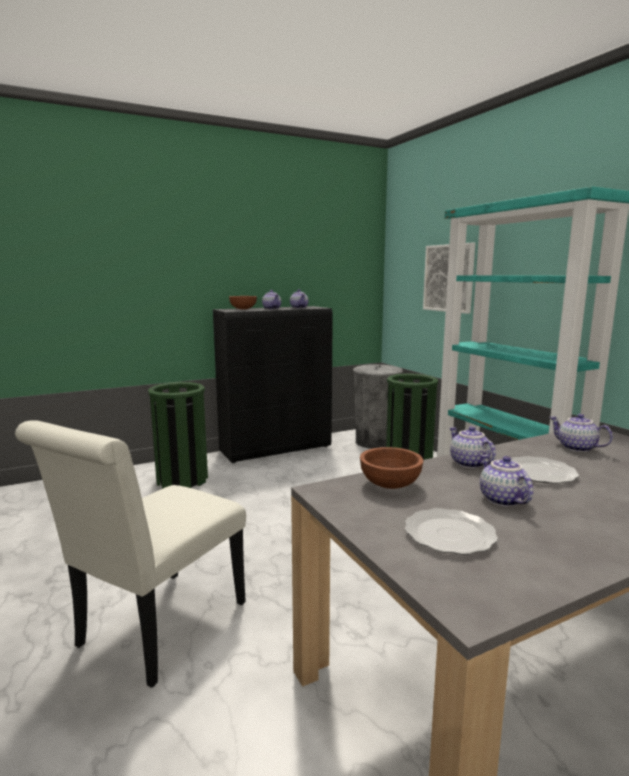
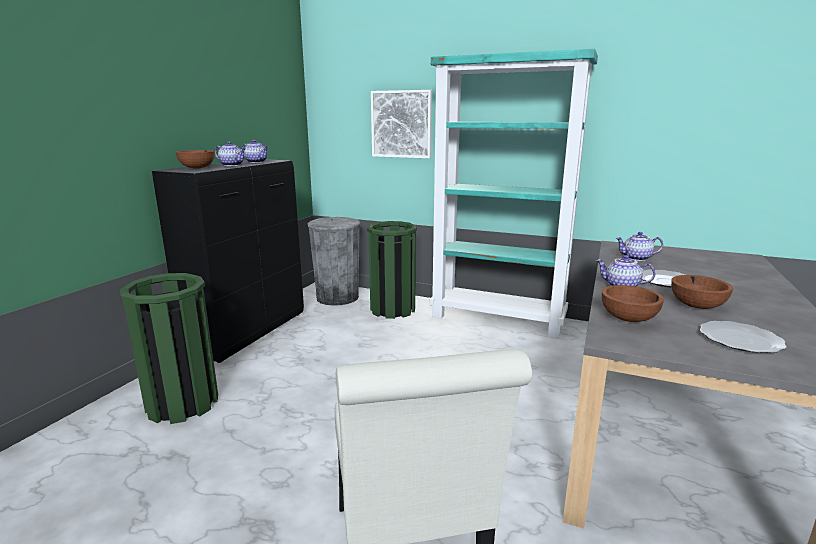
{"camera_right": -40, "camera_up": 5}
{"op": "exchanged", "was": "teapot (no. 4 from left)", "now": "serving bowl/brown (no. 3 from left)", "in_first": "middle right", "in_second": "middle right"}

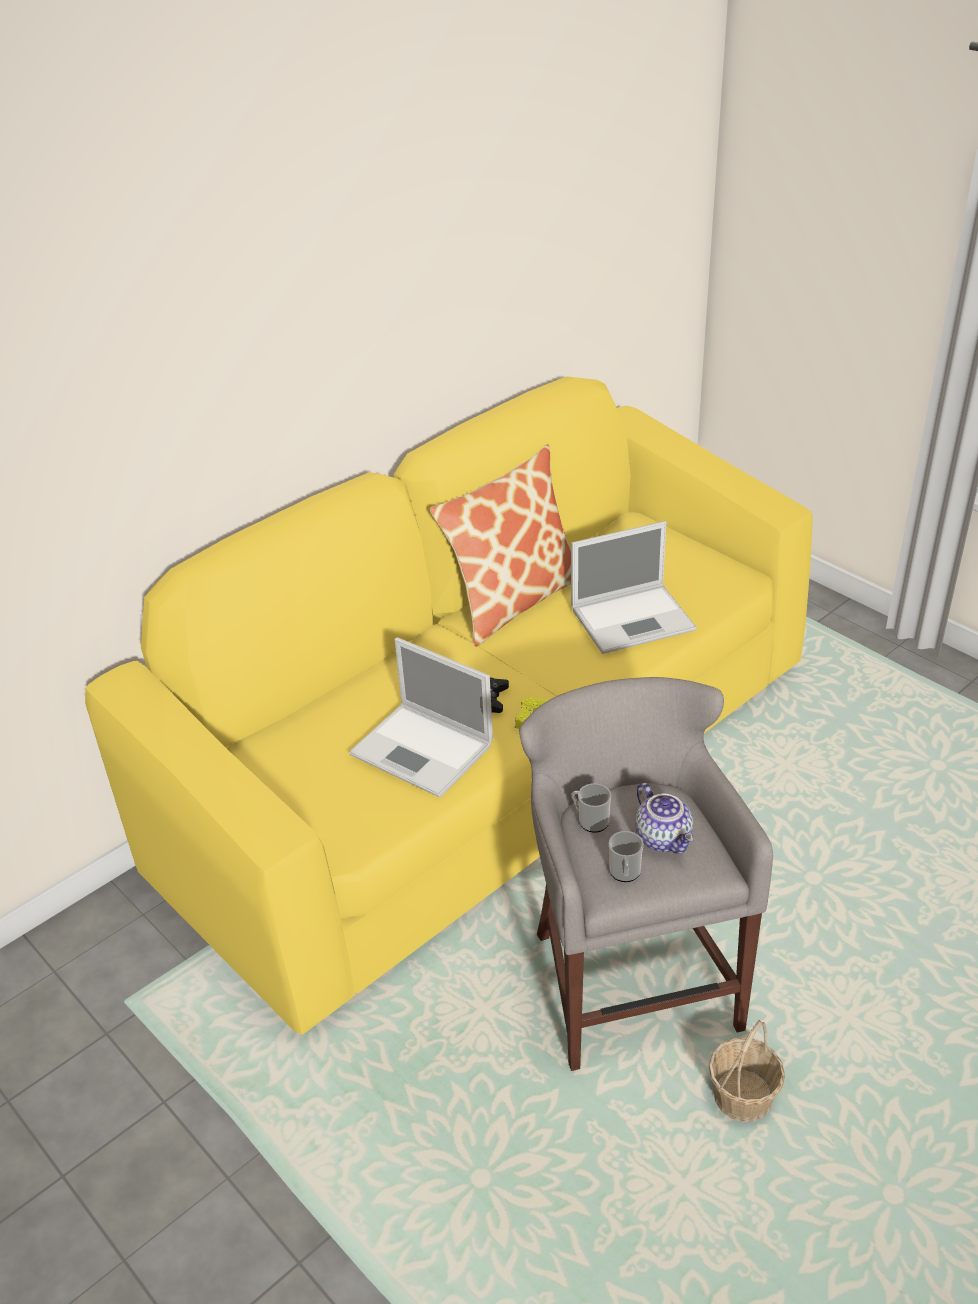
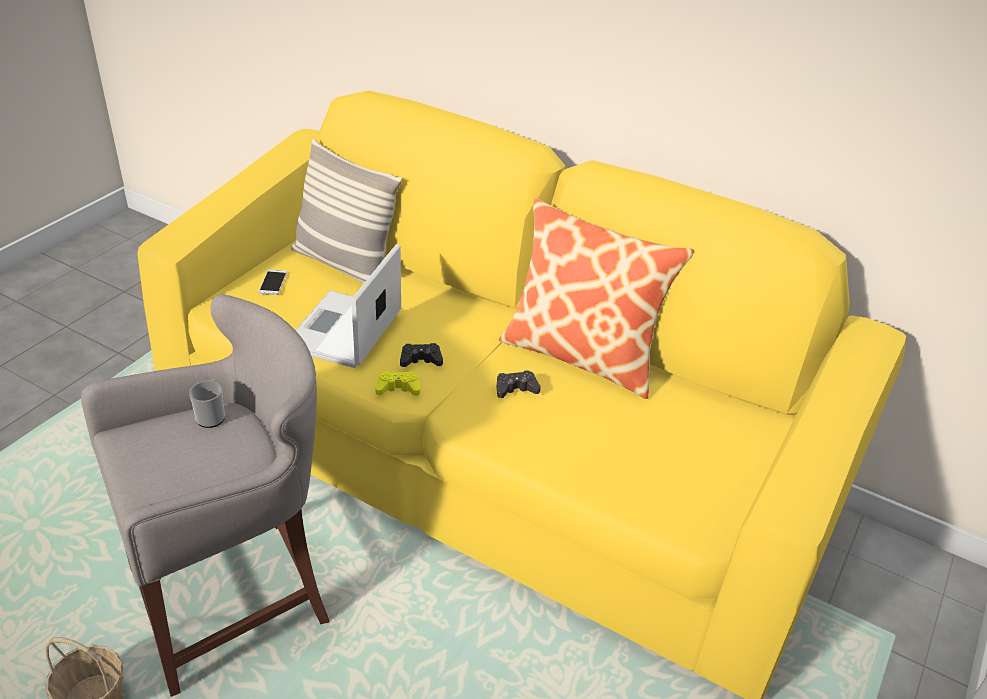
{"camera_right": 70, "camera_up": 0}
{"op": "missing", "was": "notebook computer (no. 2 from left)", "in_first": "centre"}
{"op": "missing", "was": "tea mug (no. 2 from left)", "in_first": "centre"}
{"op": "missing", "was": "teapot", "in_first": "middle right"}
{"op": "appeared", "now": "handset", "in_second": "middle left"}
{"op": "appeared", "now": "cushion (no. 1 from left)", "in_second": "top centre"}
{"op": "appeared", "now": "game controller/black-coloured (no. 2 from left)", "in_second": "centre"}

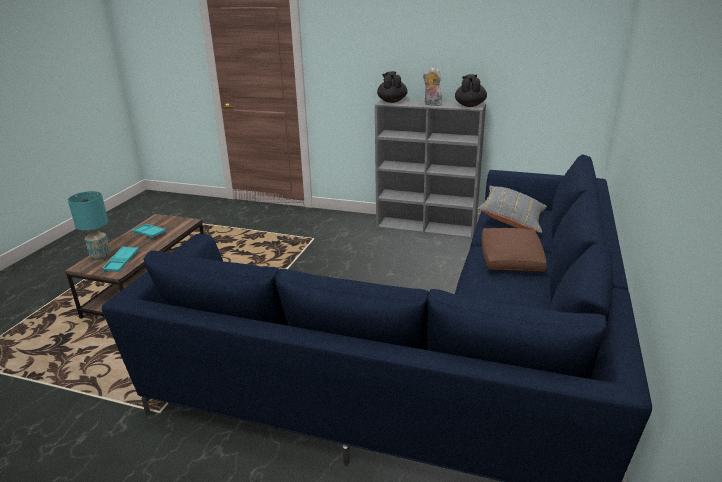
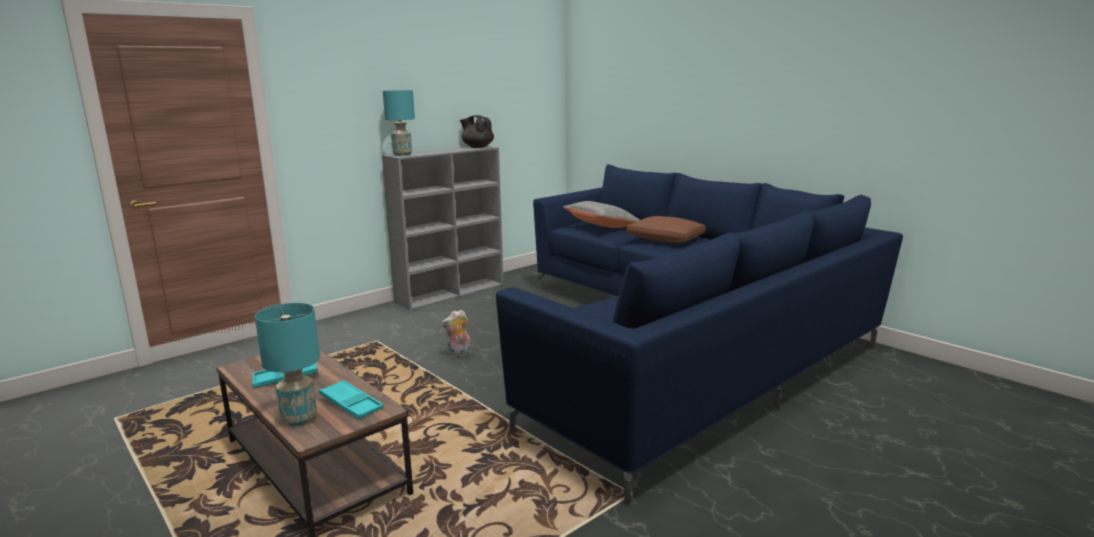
{"camera_right": -60, "camera_up": -10}
{"op": "relocated", "was": "soft toy", "in_first": "top centre", "in_second": "centre"}
{"op": "exchanged", "was": "teapot/black-coloured (no. 1 from left)", "now": "lamp for a table/turquoise (no. 2 from left)", "in_first": "top centre", "in_second": "top centre"}

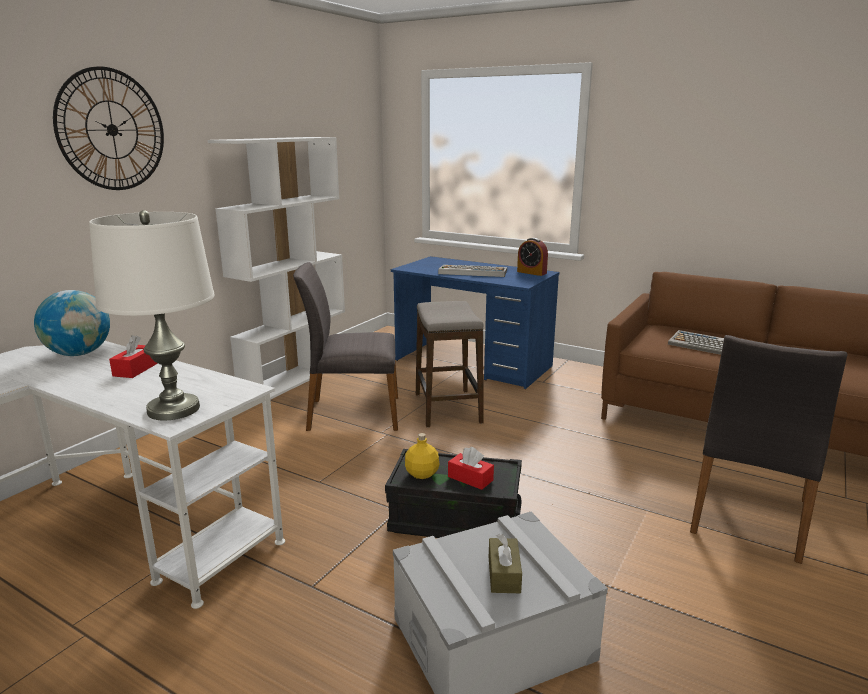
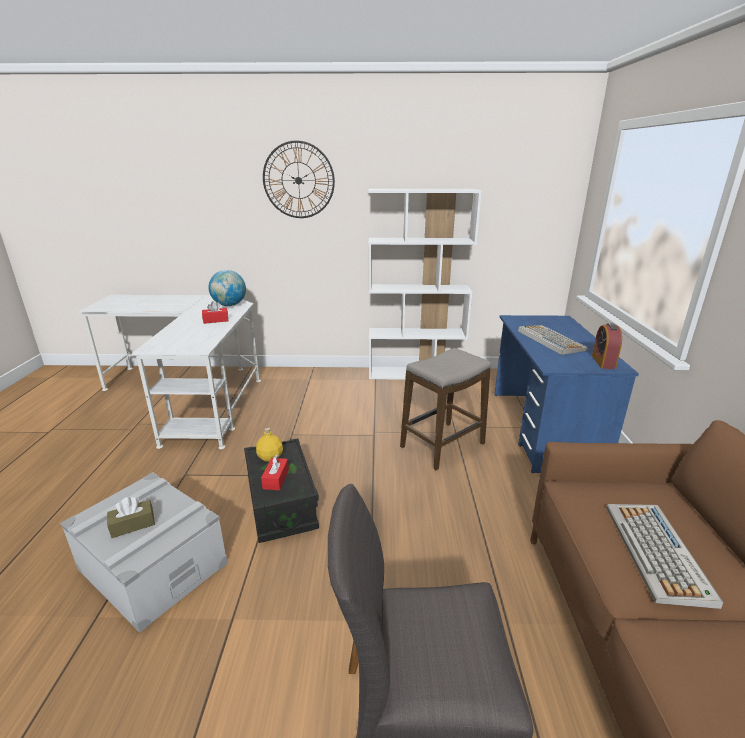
{"camera_right": 60, "camera_up": 5}
{"op": "missing", "was": "lamp for a table/white", "in_first": "middle left"}
{"op": "missing", "was": "plain chair/gray (no. 1 from left)", "in_first": "centre"}

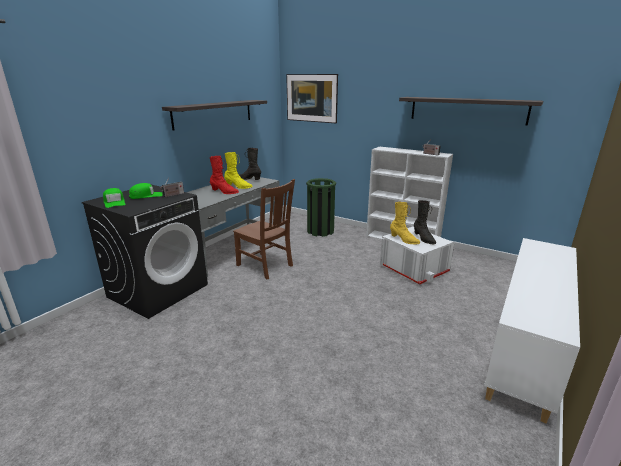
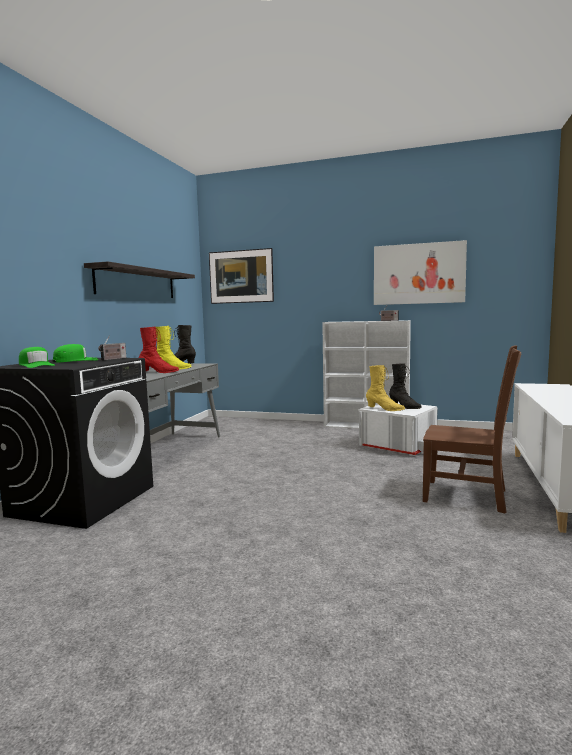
{"camera_right": -15, "camera_up": -15}
{"op": "missing", "was": "waste bin/greenish", "in_first": "centre"}
{"op": "relocated", "was": "plain chair/brown", "in_first": "centre", "in_second": "middle right"}
{"op": "exchanged", "was": "bracket shelf (no. 2 from left)", "now": "picture (no. 2 from left)", "in_first": "top right", "in_second": "middle right"}

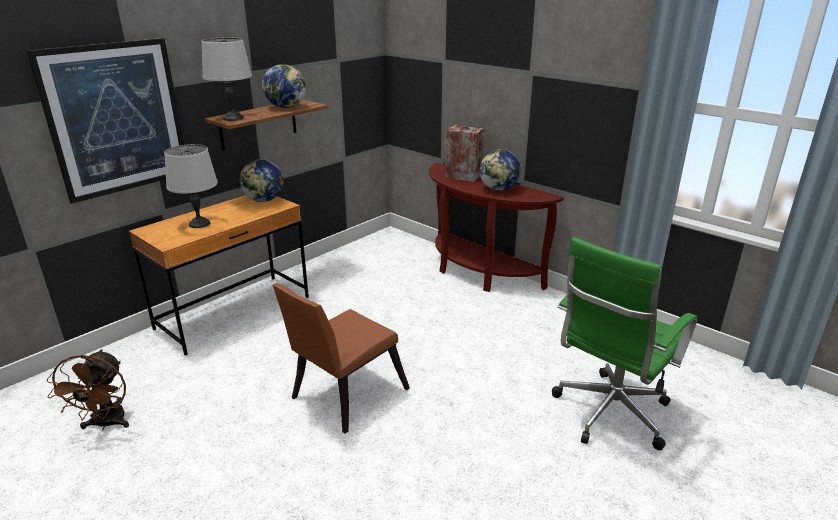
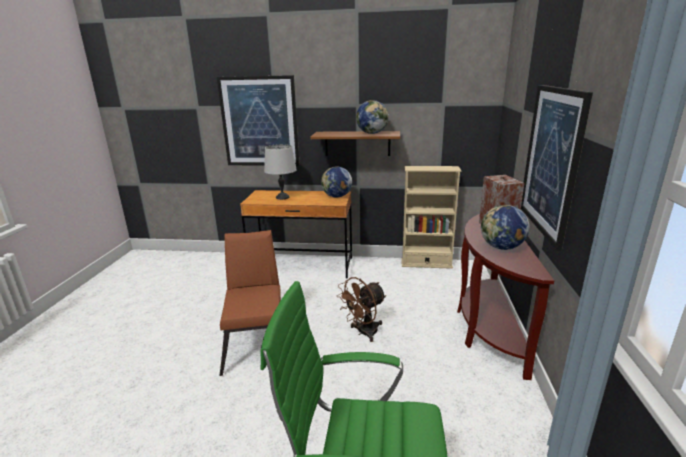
{"camera_right": 55, "camera_up": -5}
{"op": "missing", "was": "lamp for a table/gray (no. 2 from left)", "in_first": "top left"}
{"op": "appeared", "now": "bookcase/beige-coloured", "in_second": "centre"}
{"op": "appeared", "now": "picture (no. 2 from left)", "in_second": "middle right"}
{"op": "relocated", "was": "electric fan/brown", "in_first": "bottom left", "in_second": "bottom centre"}
{"op": "spun", "was": "plain chair/brown", "in_first": "bottom centre", "in_second": "centre", "clockwise": 75}

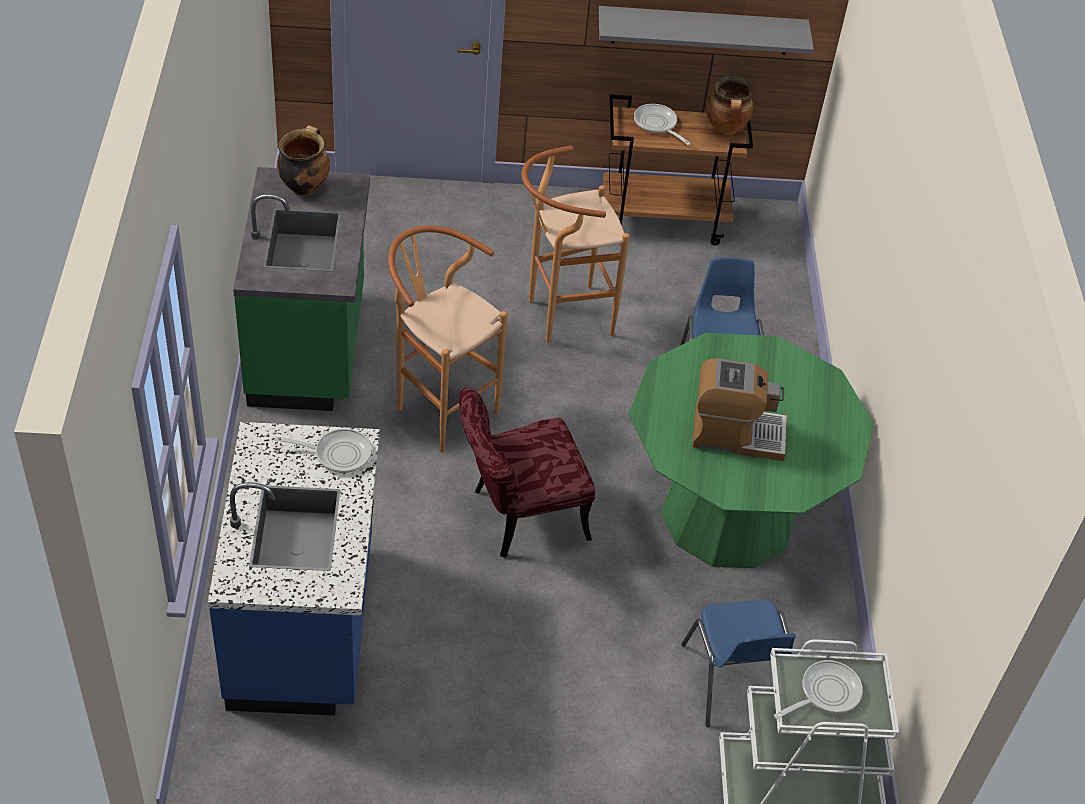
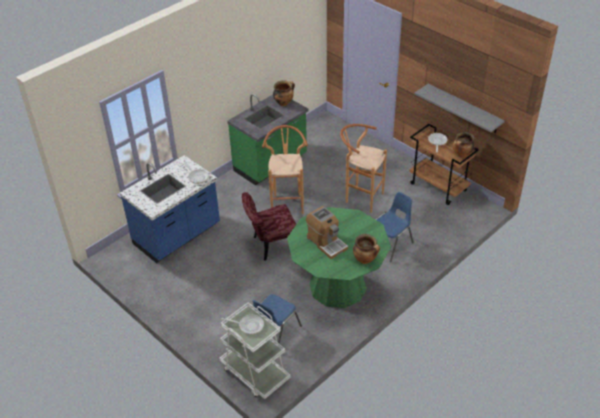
{"camera_right": 50, "camera_up": -5}
{"op": "appeared", "now": "cooking pot (no. 2 from left)", "in_second": "centre"}
{"op": "spun", "was": "plain chair/red", "in_first": "centre", "in_second": "centre", "clockwise": -45}

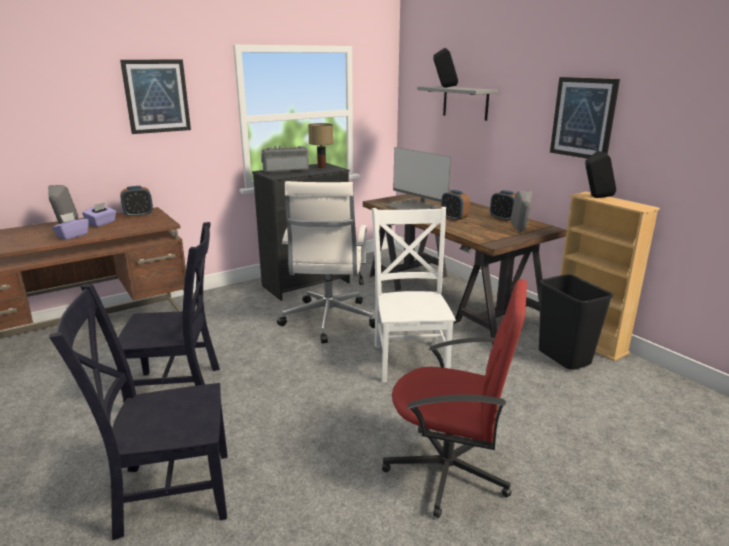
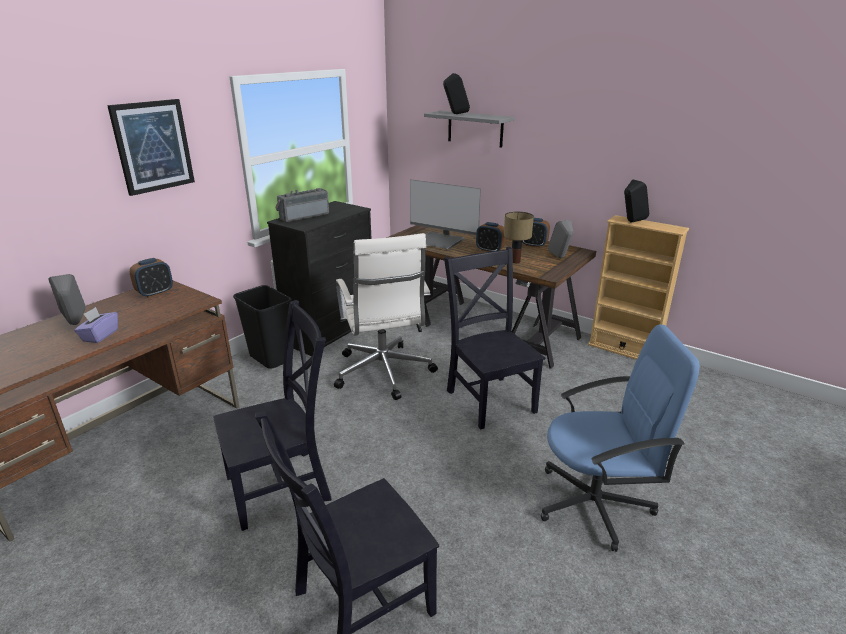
{"camera_right": -20, "camera_up": 5}
{"op": "missing", "was": "box of tissues/purplish (no. 2 from left)", "in_first": "middle left"}
{"op": "missing", "was": "picture (no. 2 from left)", "in_first": "top right"}
{"op": "relocated", "was": "lamp for a table", "in_first": "top centre", "in_second": "centre"}
{"op": "relocated", "was": "waste bin/black-coloured", "in_first": "middle right", "in_second": "middle left"}
{"op": "colour", "was": "plain chair/white", "now": "plain chair/black-coloured (no. 3 from left)", "in_first": "centre", "in_second": "centre"}
{"op": "colour", "was": "office chair/red", "now": "office chair/blue-coloured", "in_first": "bottom centre", "in_second": "bottom right"}

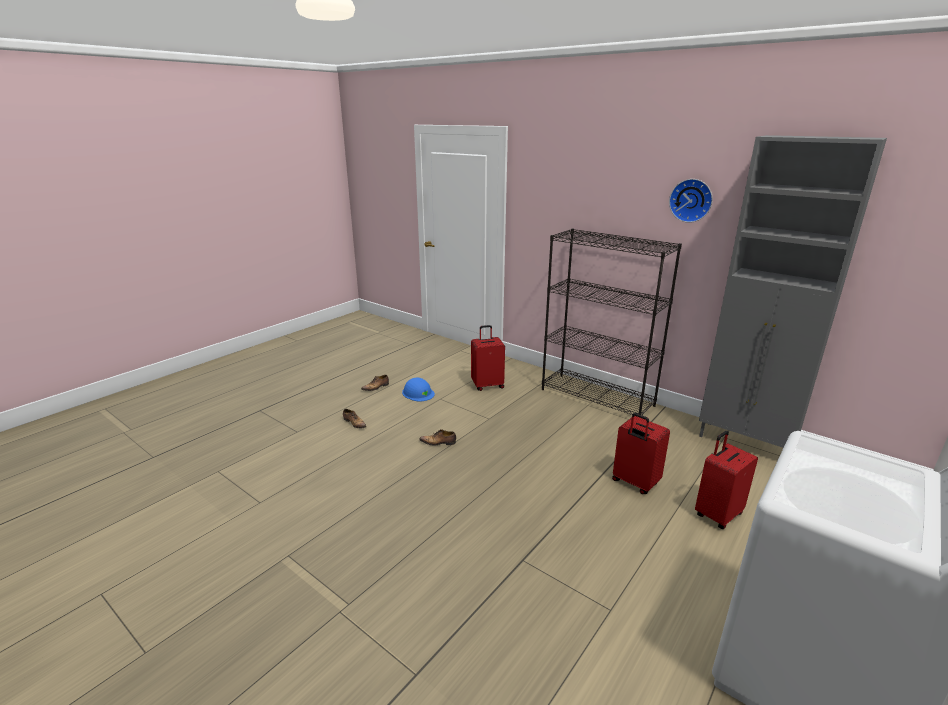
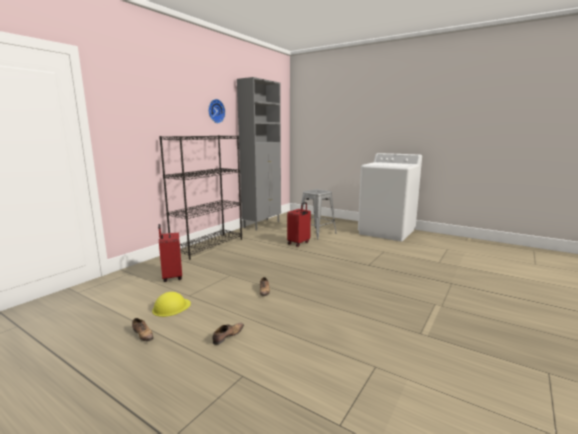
{"camera_right": -95, "camera_up": -10}
{"op": "exchanged", "was": "suitcase/red (no. 3 from left)", "now": "stool/gray", "in_first": "bottom right", "in_second": "centre"}
{"op": "colour", "was": "work helmet/blue-coloured", "now": "work helmet/yellow-coloured", "in_first": "centre", "in_second": "bottom left"}

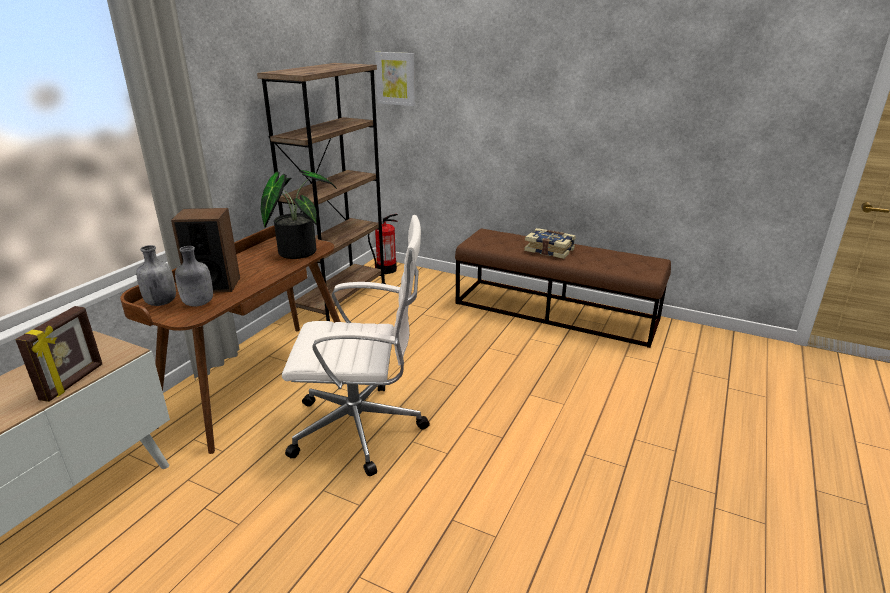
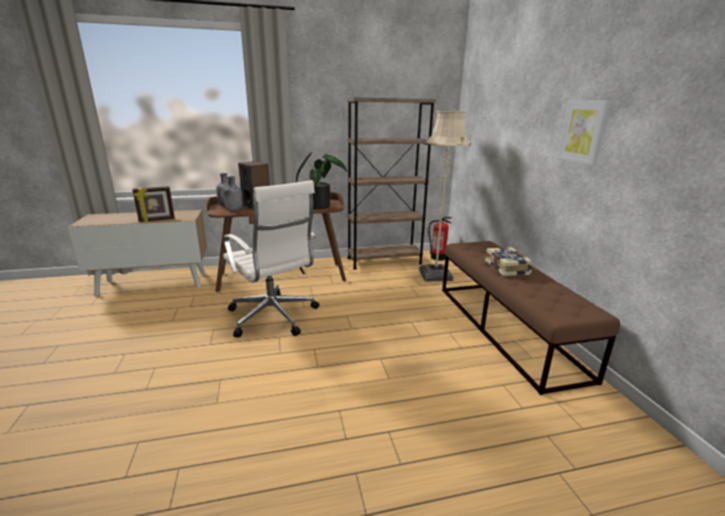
{"camera_right": 50, "camera_up": -5}
{"op": "appeared", "now": "standard lamp/beige-coloured", "in_second": "centre"}
{"op": "relocated", "was": "picture", "in_first": "top centre", "in_second": "top right"}

